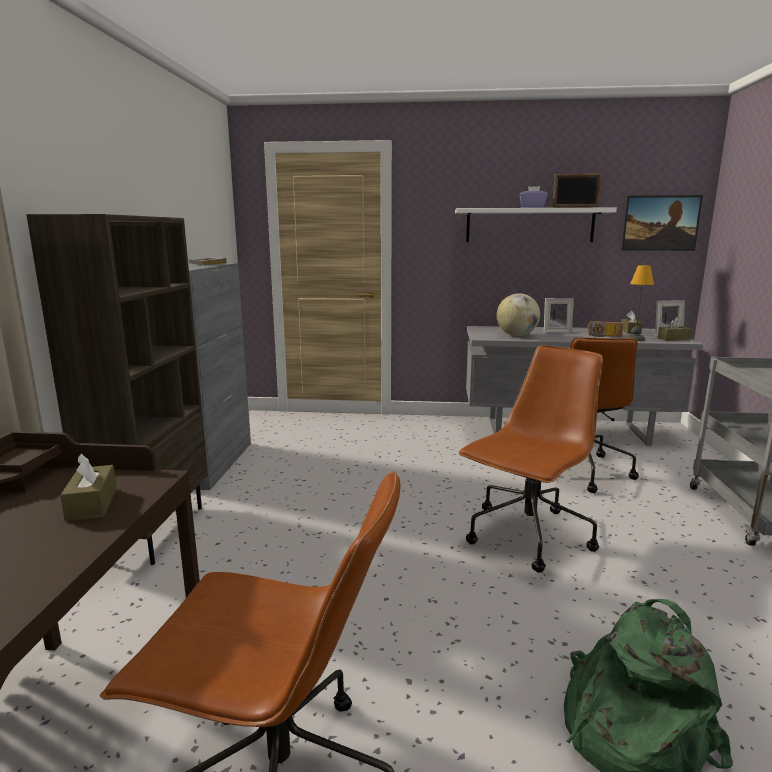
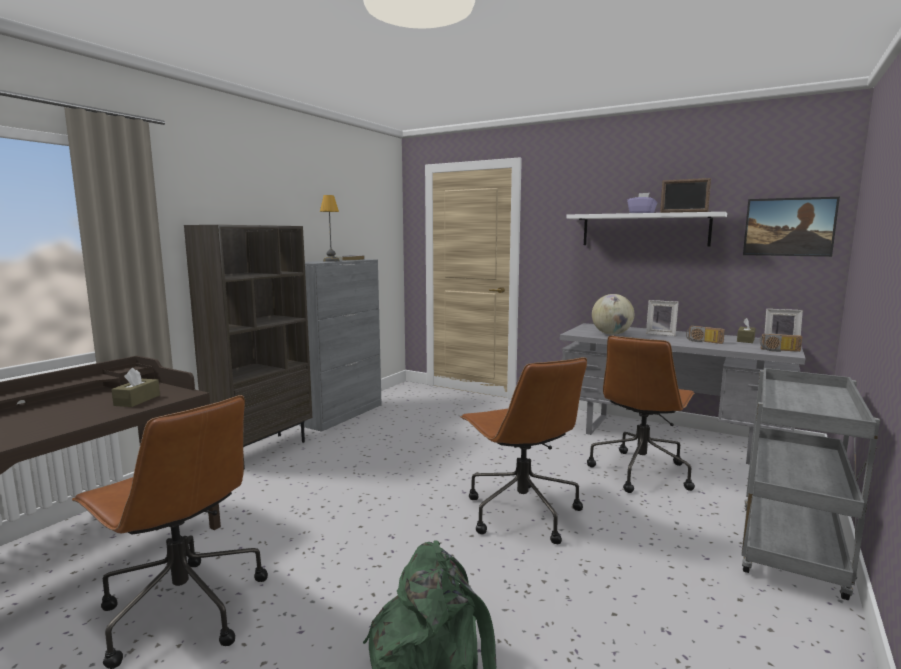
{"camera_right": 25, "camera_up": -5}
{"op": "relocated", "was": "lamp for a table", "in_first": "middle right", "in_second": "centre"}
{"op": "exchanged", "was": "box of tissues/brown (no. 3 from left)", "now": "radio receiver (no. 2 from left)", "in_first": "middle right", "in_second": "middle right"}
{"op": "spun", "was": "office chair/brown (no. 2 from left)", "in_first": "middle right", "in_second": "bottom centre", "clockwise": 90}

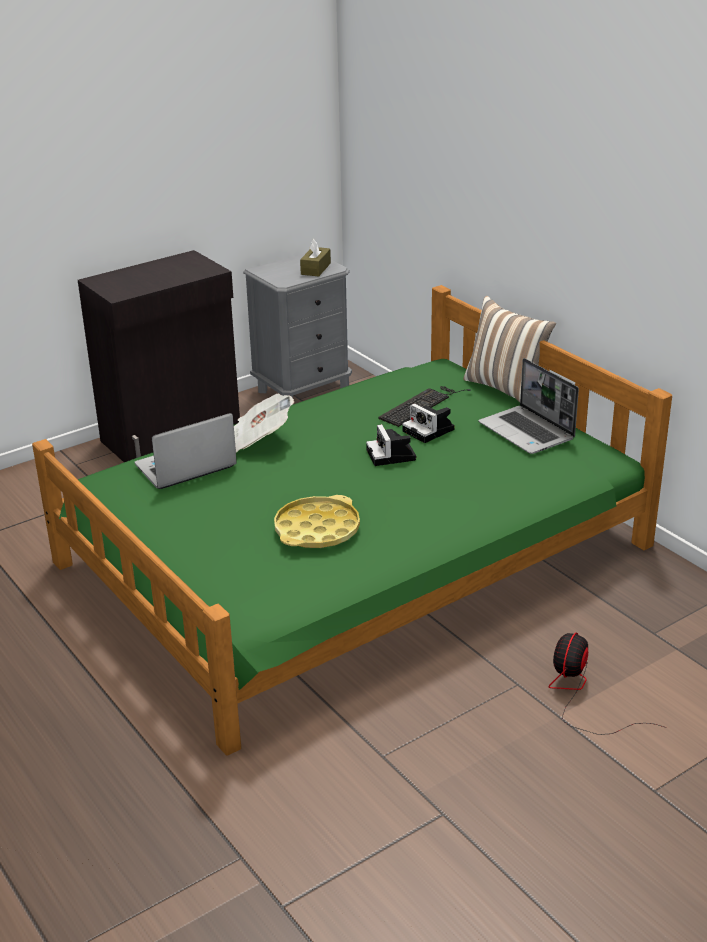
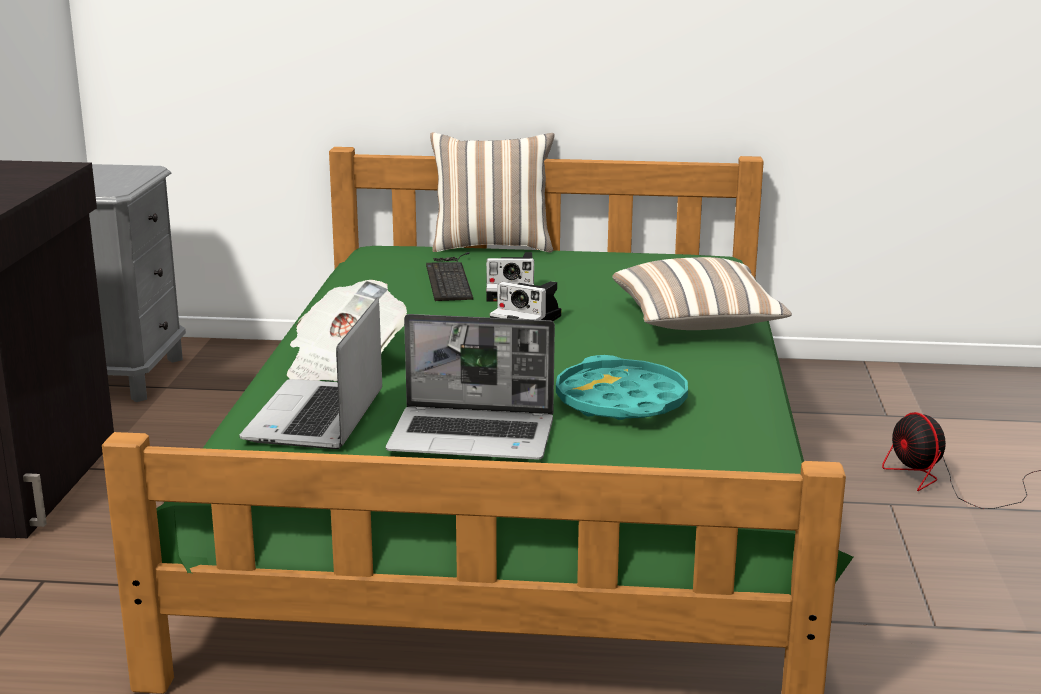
{"camera_right": -50, "camera_up": -10}
{"op": "missing", "was": "box of tissues/brown", "in_first": "top centre"}
{"op": "appeared", "now": "cushion (no. 2 from left)", "in_second": "middle right"}
{"op": "relocated", "was": "notebook computer (no. 2 from left)", "in_first": "middle right", "in_second": "centre"}
{"op": "colour", "was": "serving tray/yellow-coloured", "now": "serving tray/turquoise", "in_first": "centre", "in_second": "centre"}

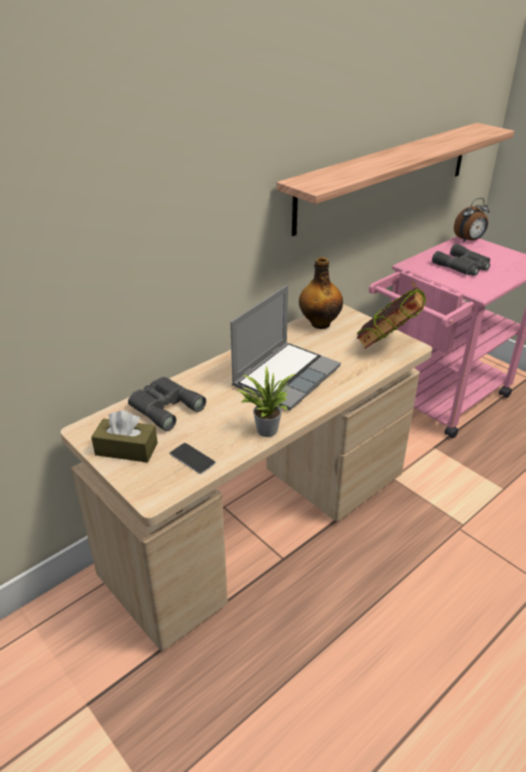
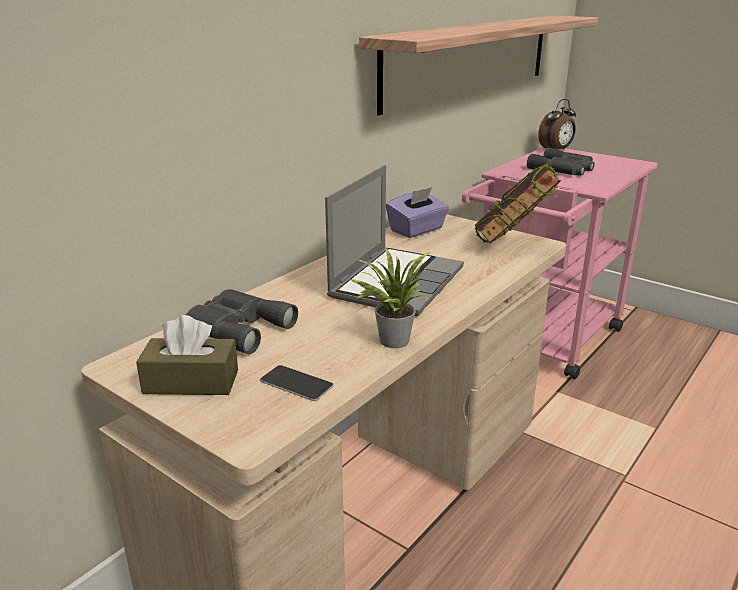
{"camera_right": -10, "camera_up": -10}
{"op": "exchanged", "was": "bottle", "now": "box of tissues/purplish", "in_first": "centre", "in_second": "centre"}

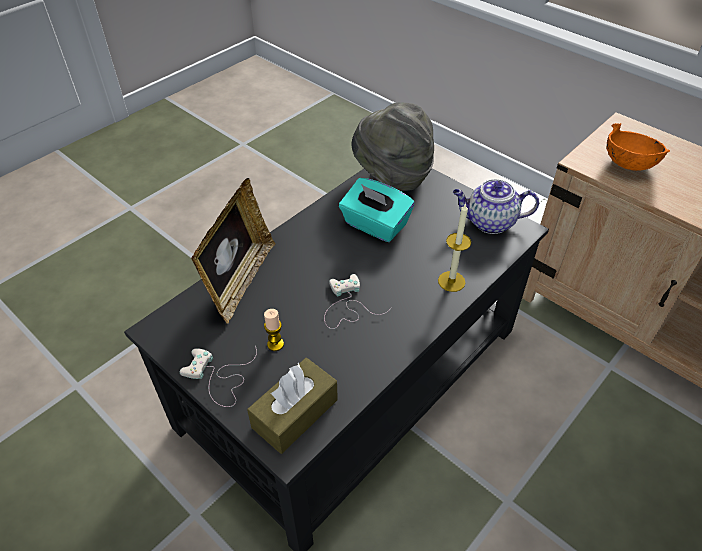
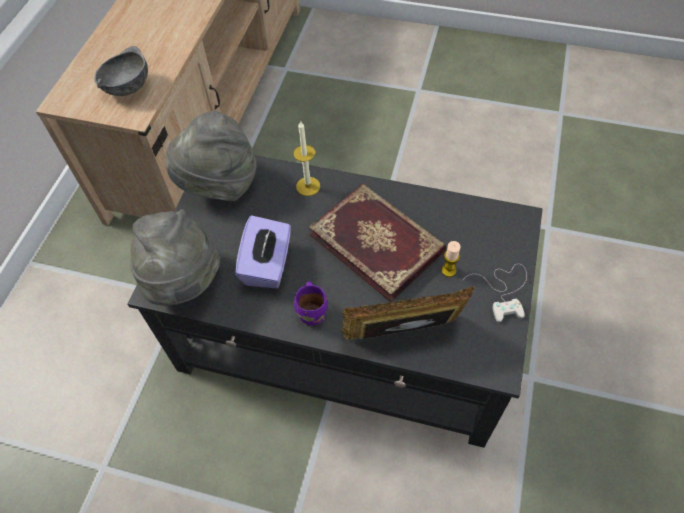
{"camera_right": -115, "camera_up": 10}
{"op": "missing", "was": "box of tissues/brown", "in_first": "bottom centre"}
{"op": "appeared", "now": "tea mug/purplish", "in_second": "centre"}
{"op": "exchanged", "was": "game controller/white (no. 2 from left)", "now": "volume", "in_first": "centre", "in_second": "centre"}
{"op": "exchanged", "was": "teapot", "now": "wearable hat/gray (no. 2 from left)", "in_first": "middle right", "in_second": "top left"}
{"op": "colour", "was": "box of tissues/turquoise", "now": "box of tissues/purplish", "in_first": "centre", "in_second": "centre"}
{"op": "colour", "was": "serving bowl/orange-coloured", "now": "serving bowl/gray", "in_first": "top right", "in_second": "top left"}

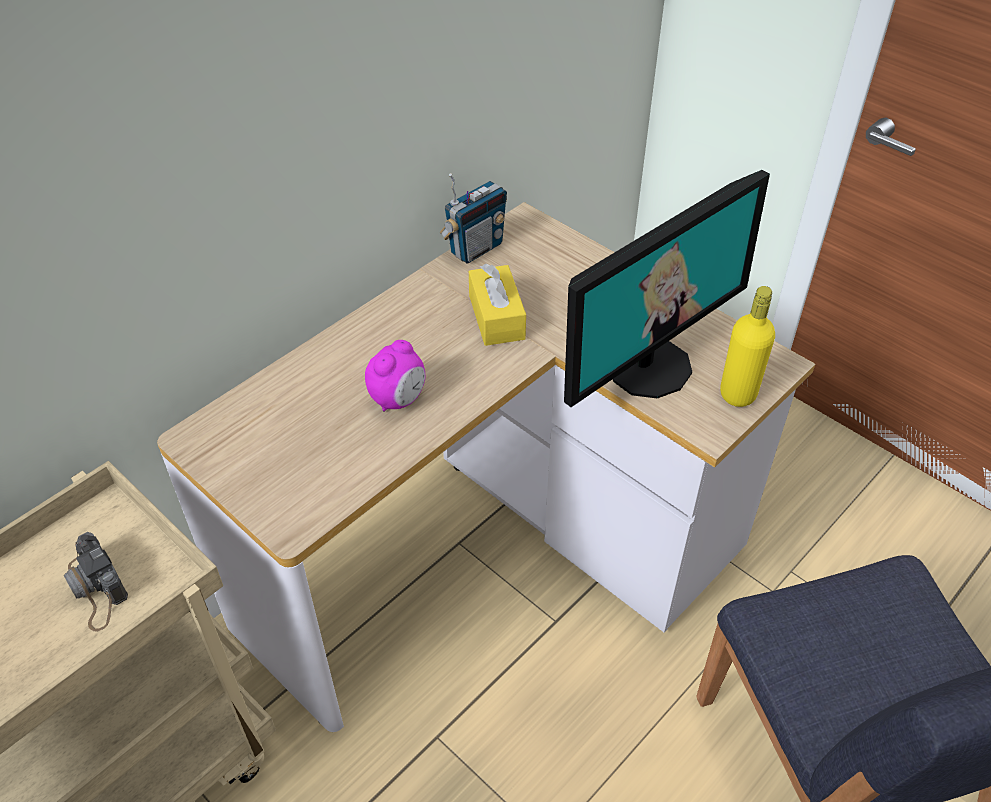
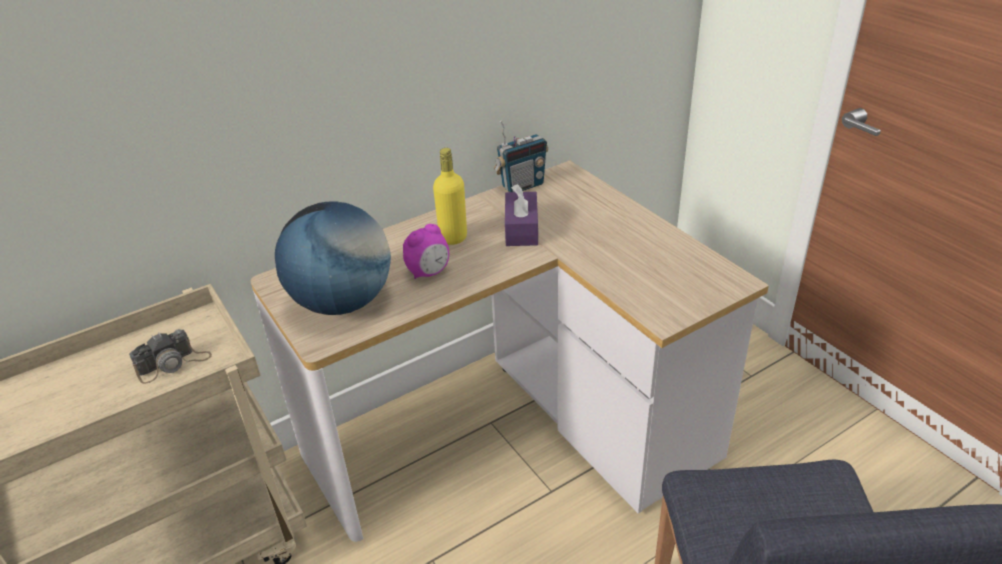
{"camera_right": 15, "camera_up": -10}
{"op": "missing", "was": "computer display", "in_first": "middle right"}
{"op": "appeared", "now": "world globe", "in_second": "middle left"}
{"op": "relocated", "was": "bottle/yellow-coloured", "in_first": "middle right", "in_second": "centre"}
{"op": "colour", "was": "box of tissues/yellow-coloured", "now": "box of tissues/purplish", "in_first": "centre", "in_second": "centre"}
{"op": "spun", "was": "still camera", "in_first": "bottom left", "in_second": "middle left", "clockwise": -105}

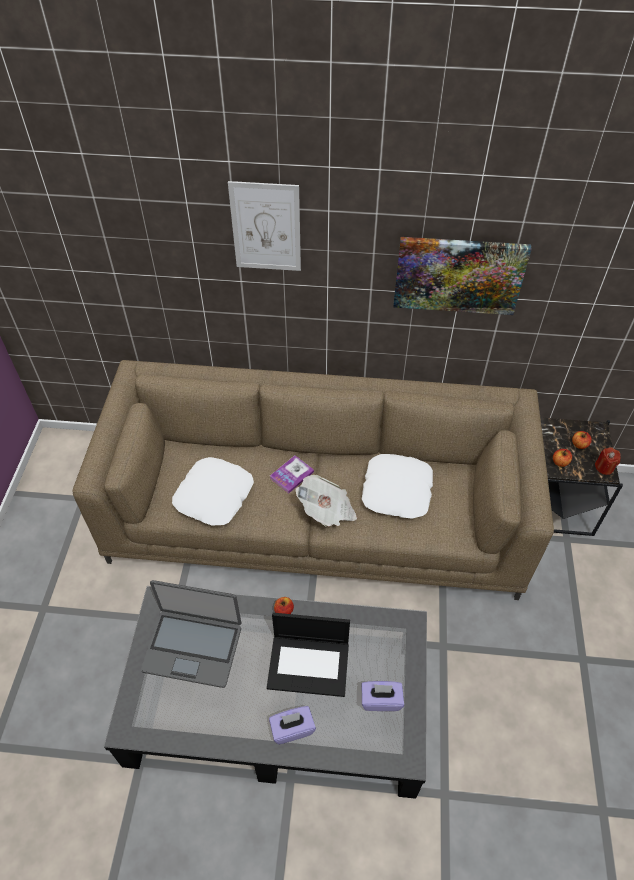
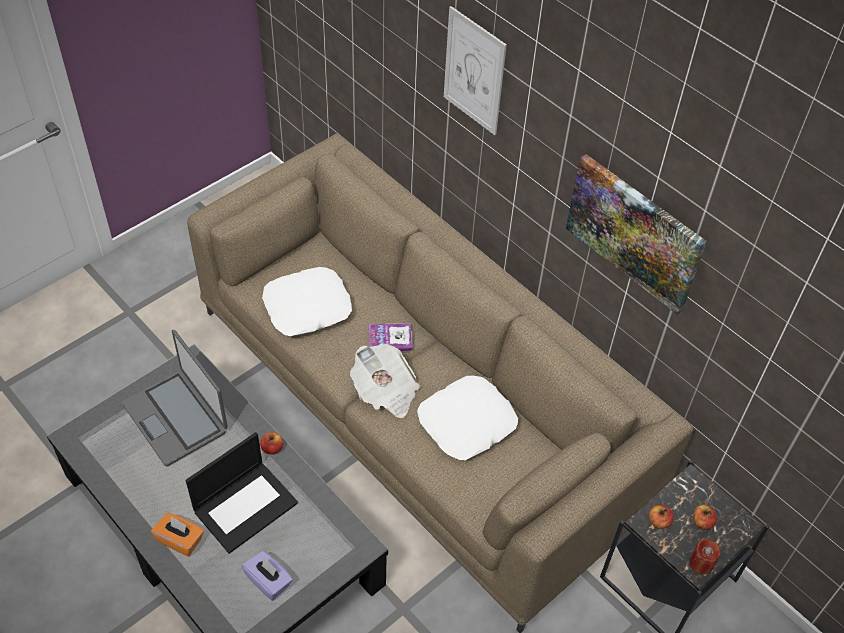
{"camera_right": 40, "camera_up": 0}
{"op": "colour", "was": "box of tissues/purplish (no. 1 from left)", "now": "box of tissues/orange-coloured", "in_first": "bottom centre", "in_second": "bottom left"}
{"op": "spun", "was": "notebook computer (no. 2 from left)", "in_first": "bottom centre", "in_second": "bottom left", "clockwise": -90}

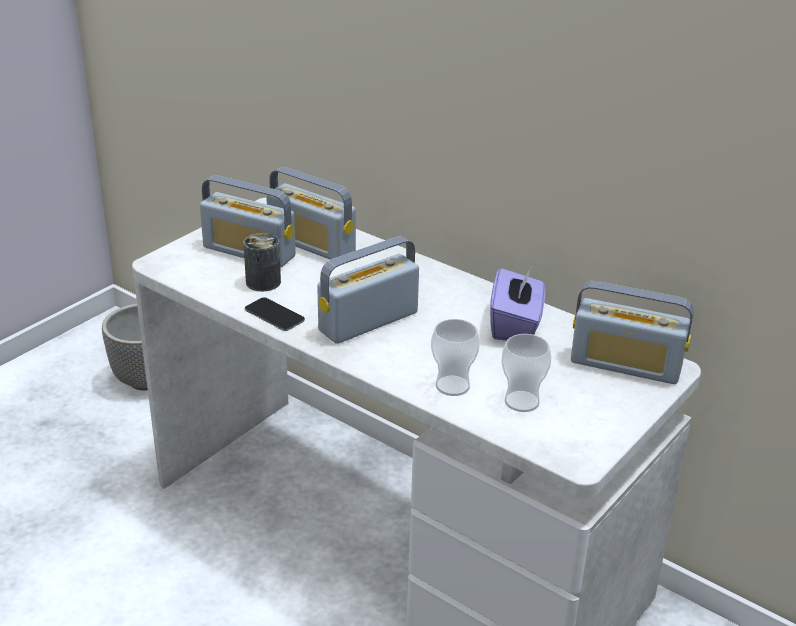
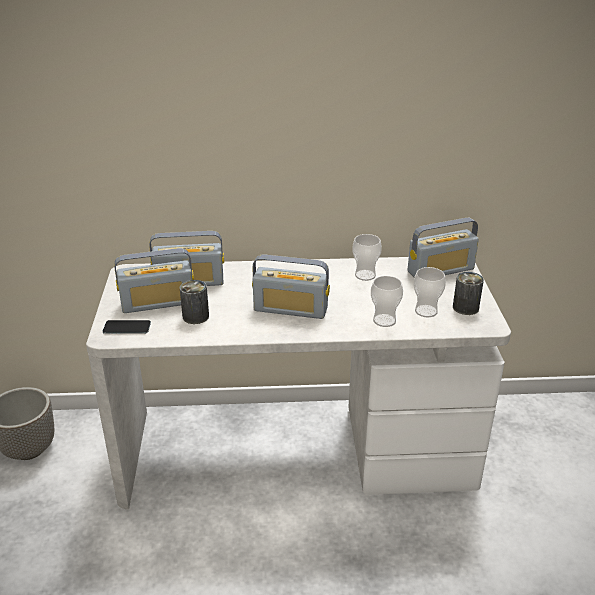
{"camera_right": -40, "camera_up": 0}
{"op": "appeared", "now": "sealed can (no. 2 from left)", "in_second": "middle right"}
{"op": "relocated", "was": "handset", "in_first": "centre", "in_second": "middle left"}
{"op": "exchanged", "was": "box of tissues/purplish", "now": "drinking cup (no. 1 from left)", "in_first": "centre", "in_second": "centre"}
{"op": "spun", "was": "radio receiver (no. 3 from left)", "in_first": "centre", "in_second": "centre", "clockwise": -90}

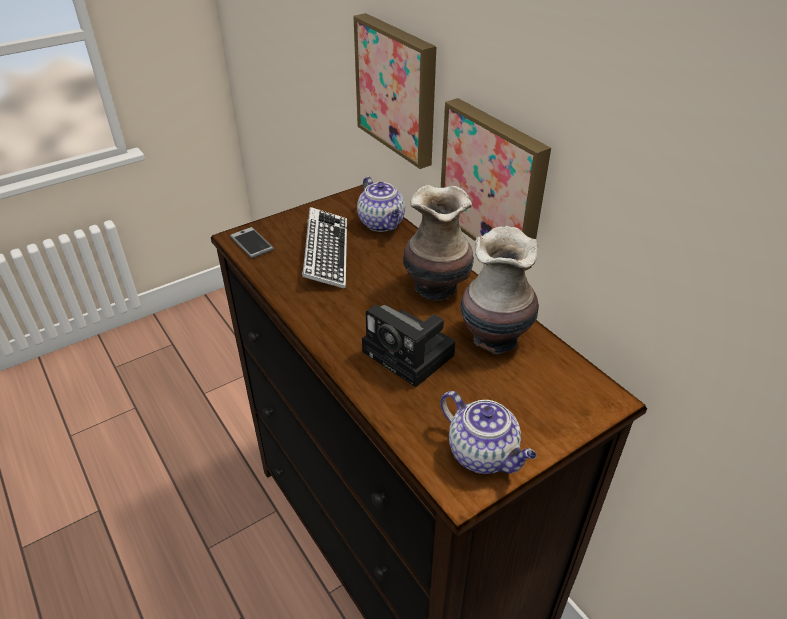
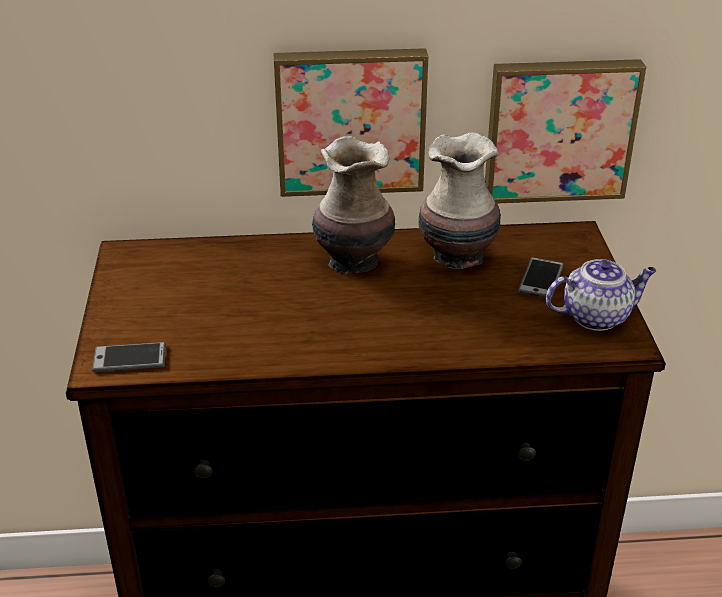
{"camera_right": -60, "camera_up": -5}
{"op": "missing", "was": "PC keyboard", "in_first": "centre"}
{"op": "missing", "was": "teapot (no. 1 from left)", "in_first": "top centre"}
{"op": "missing", "was": "still camera", "in_first": "centre"}
{"op": "appeared", "now": "handset (no. 2 from left)", "in_second": "middle right"}
{"op": "relocated", "was": "picture (no. 1 from left in the first image)", "now": "picture (no. 2 from left)", "in_first": "top centre", "in_second": "top right"}

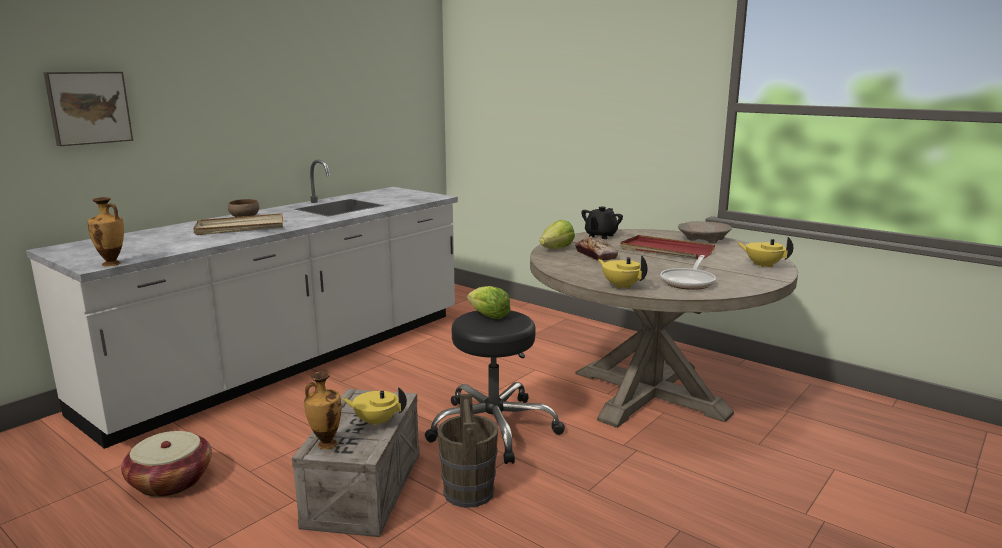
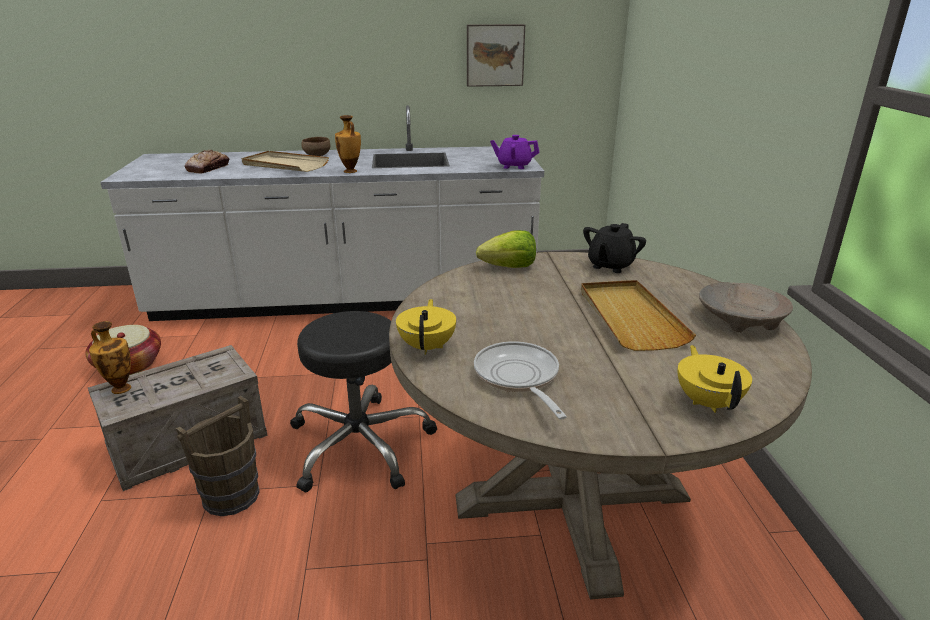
{"camera_right": 45, "camera_up": 10}
{"op": "missing", "was": "teapot/yellow-coloured (no. 1 from left)", "in_first": "bottom centre"}
{"op": "missing", "was": "lettuce (no. 1 from left)", "in_first": "centre"}
{"op": "appeared", "now": "teapot/purplish", "in_second": "top centre"}
{"op": "relocated", "was": "picture", "in_first": "top left", "in_second": "top centre"}
{"op": "relocated", "was": "flower vase (no. 1 from left in the first image)", "now": "flower vase (no. 2 from left)", "in_first": "middle left", "in_second": "top centre"}
{"op": "relocated", "was": "bread", "in_first": "centre", "in_second": "top left"}
{"op": "colour", "was": "serving tray/red", "now": "serving tray/beige-coloured (no. 2 from left)", "in_first": "centre", "in_second": "middle right"}
{"op": "spun", "was": "teapot/black-coloured", "in_first": "centre", "in_second": "centre", "clockwise": -45}
{"op": "spun", "was": "skillet", "in_first": "middle right", "in_second": "centre", "clockwise": 90}

